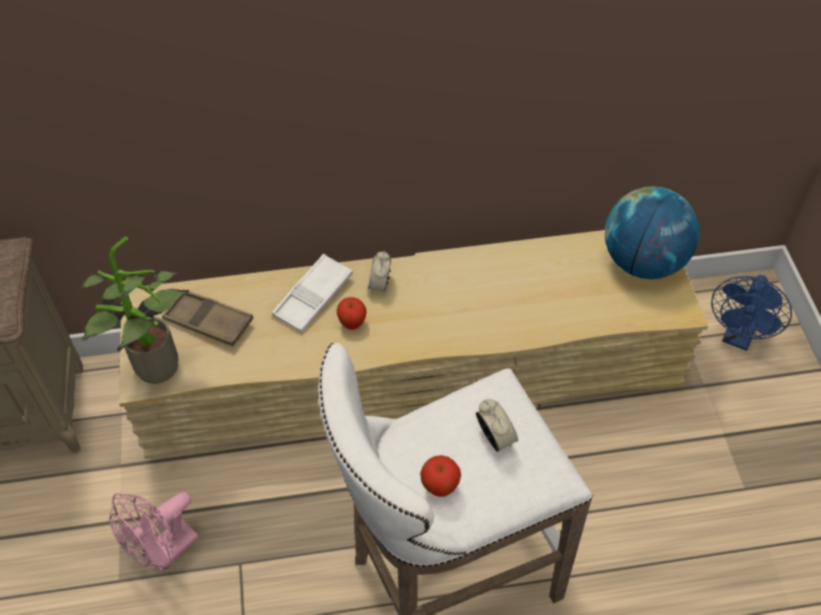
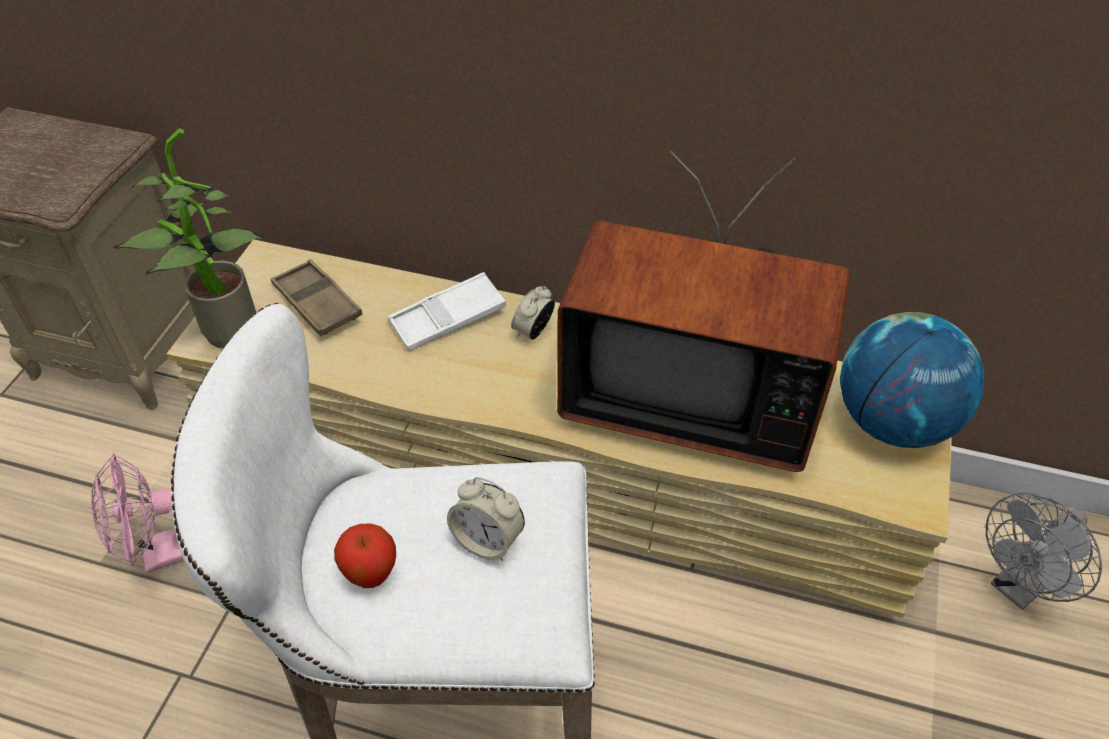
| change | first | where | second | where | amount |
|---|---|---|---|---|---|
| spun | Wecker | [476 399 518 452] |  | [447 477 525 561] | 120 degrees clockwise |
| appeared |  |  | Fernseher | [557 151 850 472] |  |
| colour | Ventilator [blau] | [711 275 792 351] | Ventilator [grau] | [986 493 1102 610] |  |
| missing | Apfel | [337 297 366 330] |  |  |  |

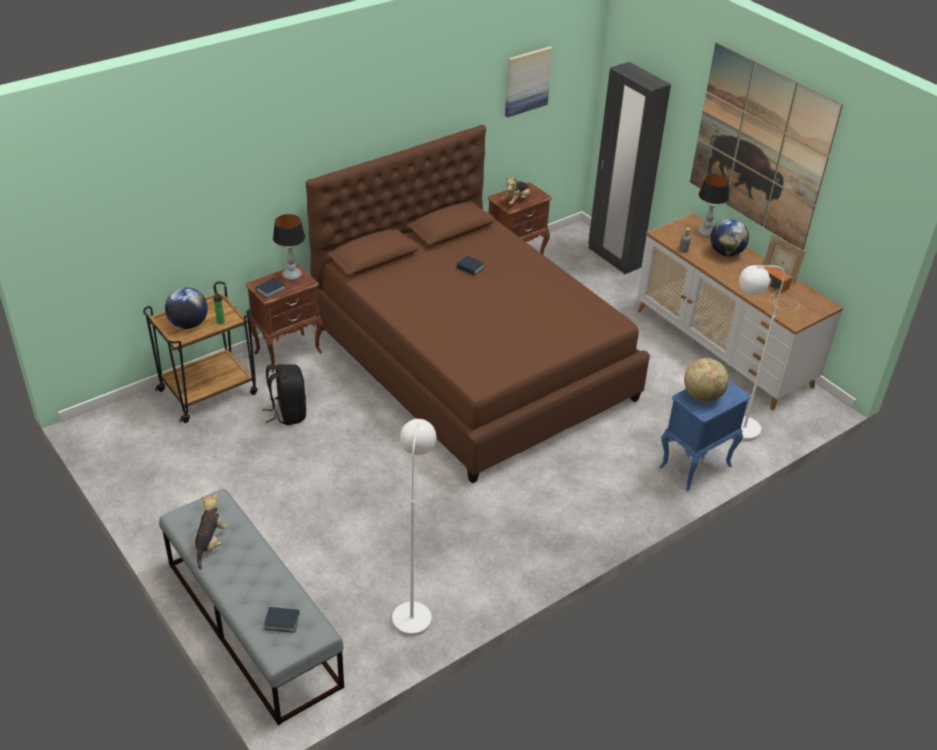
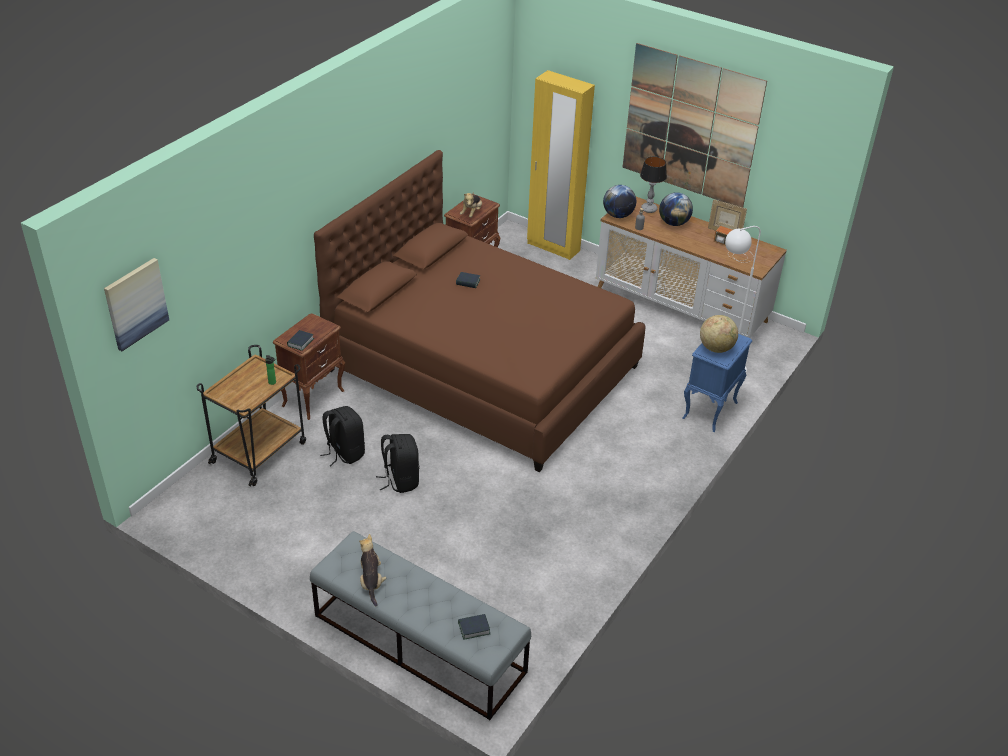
| change | first | where | second | where | amount |
|---|---|---|---|---|---|
| relocated | Bild | [505 46 553 117] |  | [104 258 169 351] |  |
| appeared |  |  | Rucksack [schwarz] | [376 434 419 493] |  |
| colour | Kleiderschrank [schwarz] | [588 62 671 274] | Kleiderschrank [gelb] | [527 70 595 260] |  |
| relocated | Globus | [165 287 208 329] |  | [603 185 636 218] |  |
| missing | Tischlampe | [273 214 305 281] |  |  |  |
| missing | Stehlampe [weiß] | [392 419 436 636] |  |  |  |

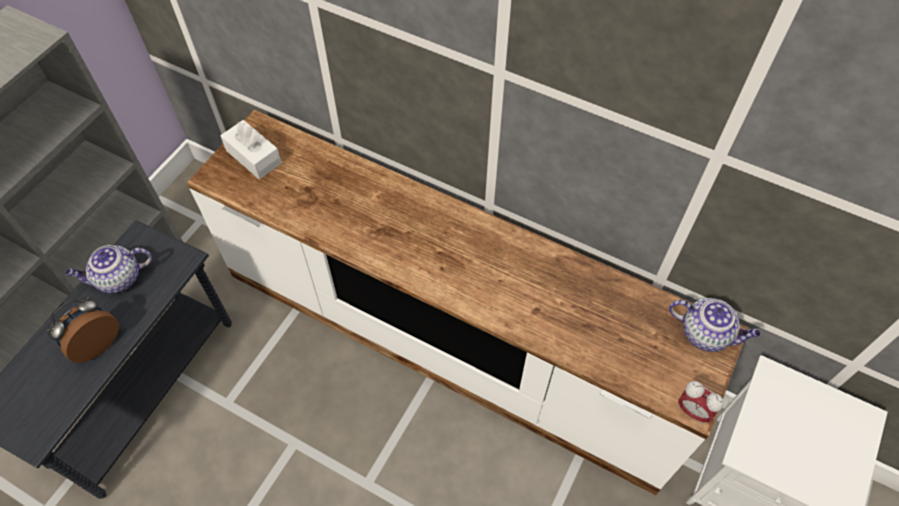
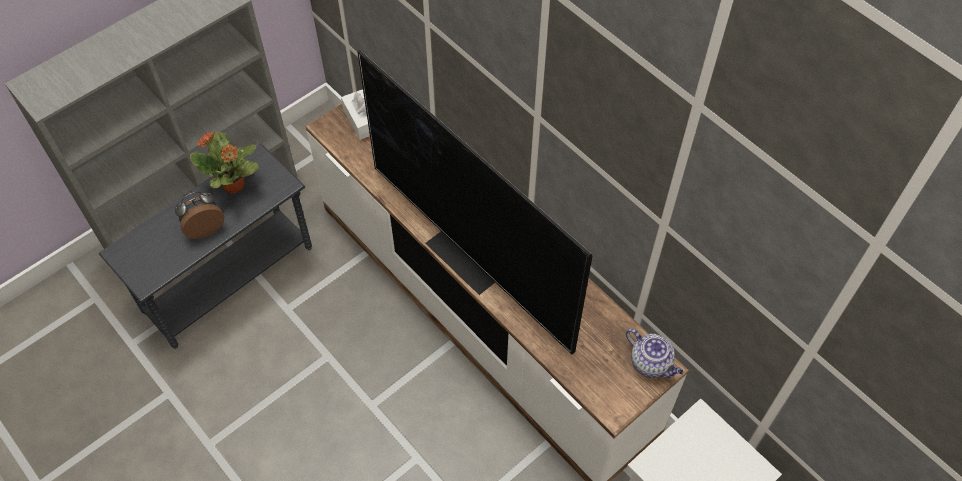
| change | first | where | second | where | amount |
|---|---|---|---|---|---|
| exchanged | Teekanne | [65 245 152 294] | Topfpflanze | [190 131 259 194] |  |
| appeared |  |  | Fernseher | [357 50 593 354] |  |
| missing | Wecker | [678 381 724 424] |  |  |  |

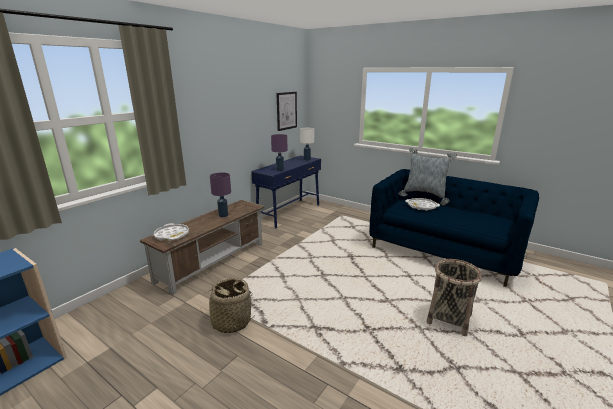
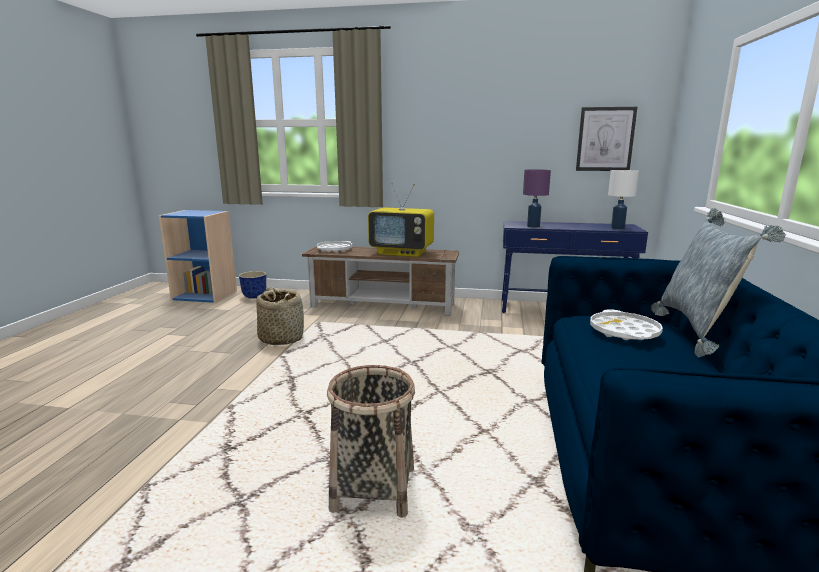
| change | first | where | second | where | amount |
|---|---|---|---|---|---|
| appeared |  |  | Pflanzkübel | [239 271 266 299] |  |
| exchanged | Tischlampe [lila] | [210 173 231 217] | Fernseher | [368 183 434 257] |  |

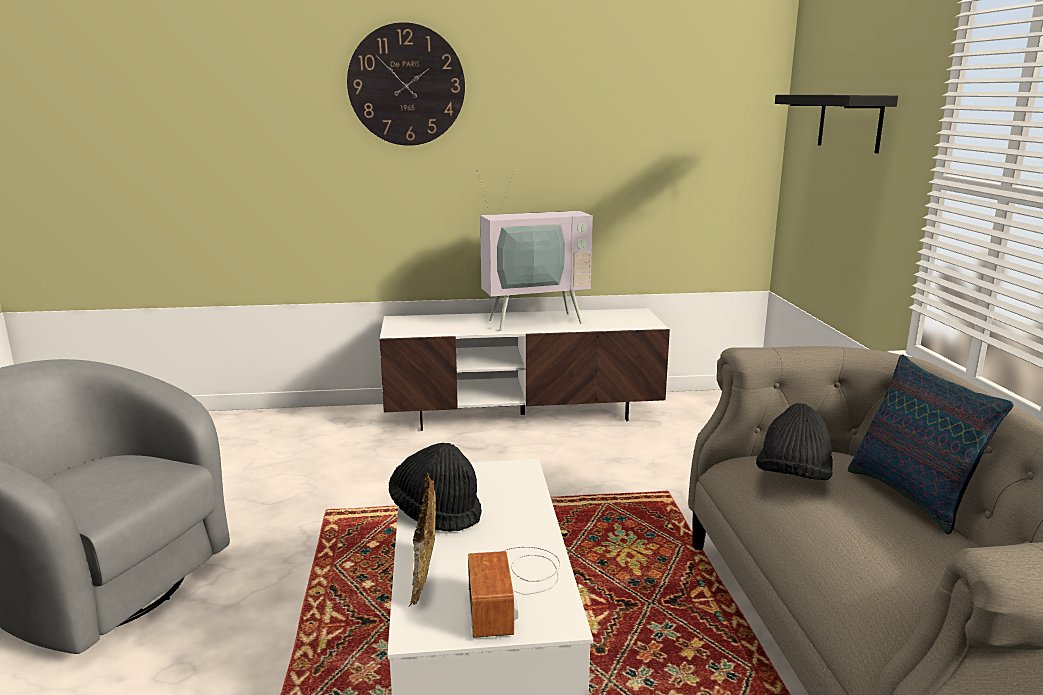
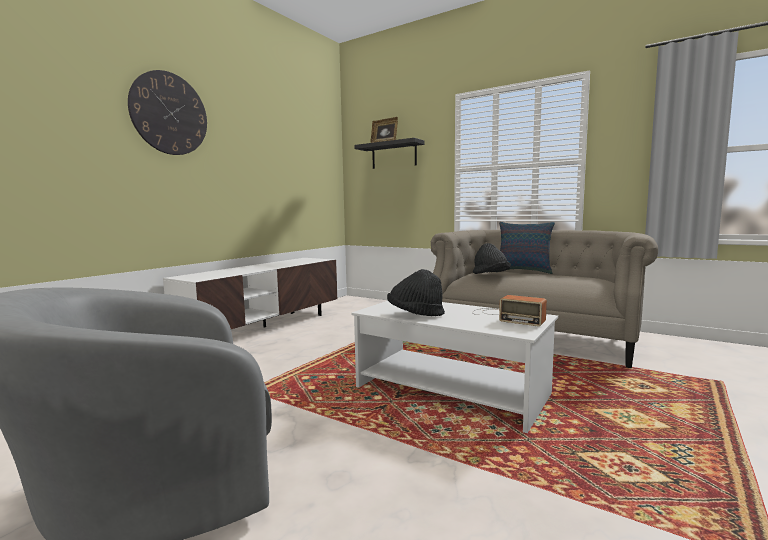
| change | first | where | second | where | amount |
|---|---|---|---|---|---|
| relocated | Bilderrahmen | [408 473 436 607] |  | [370 117 398 143] |  |
| missing | Fernseher | [476 169 593 331] |  |  |  |

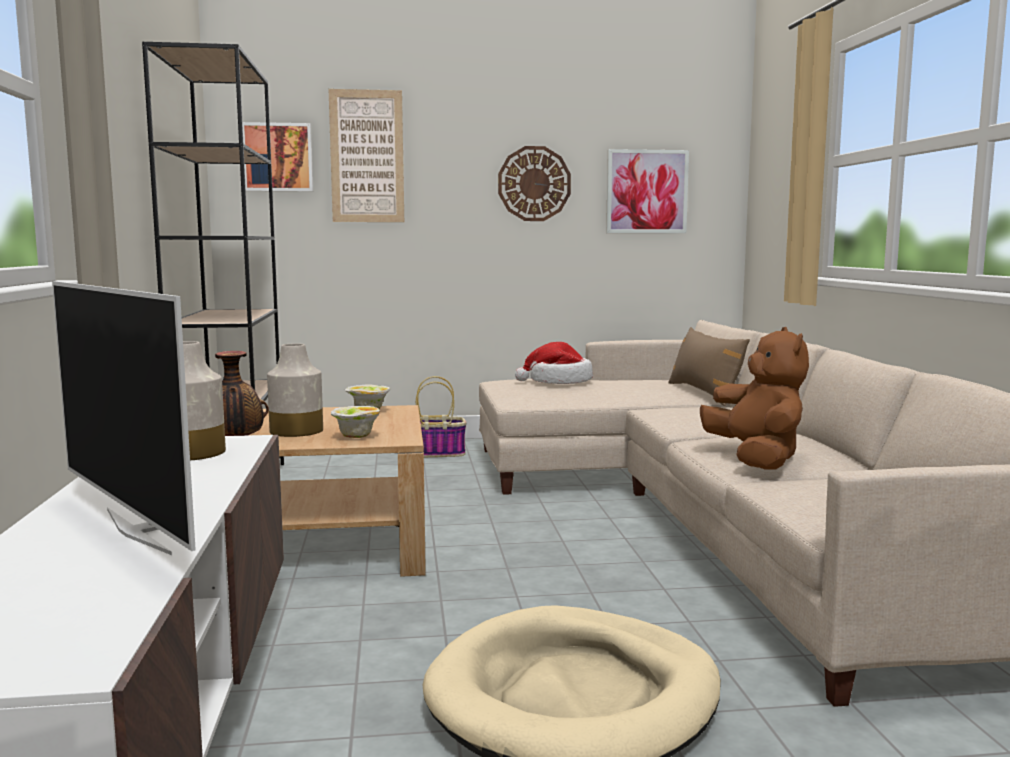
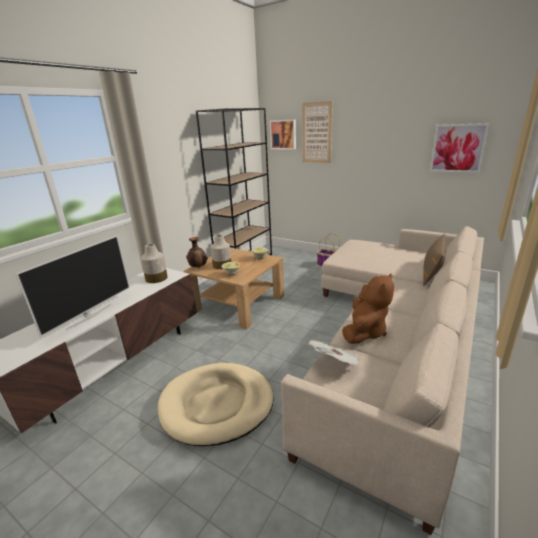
| change | first | where | second | where | amount |
|---|---|---|---|---|---|
| spun | Fernseher | [52 281 196 555] |  | [15 235 130 337] | 150 degrees counterclockwise |
| appeared |  |  | Zeitung | [309 340 361 366] |  |
| missing | Wanduhr | [498 146 571 221] |  |  |  |
| missing | Hut | [515 342 593 384] |  |  |  |

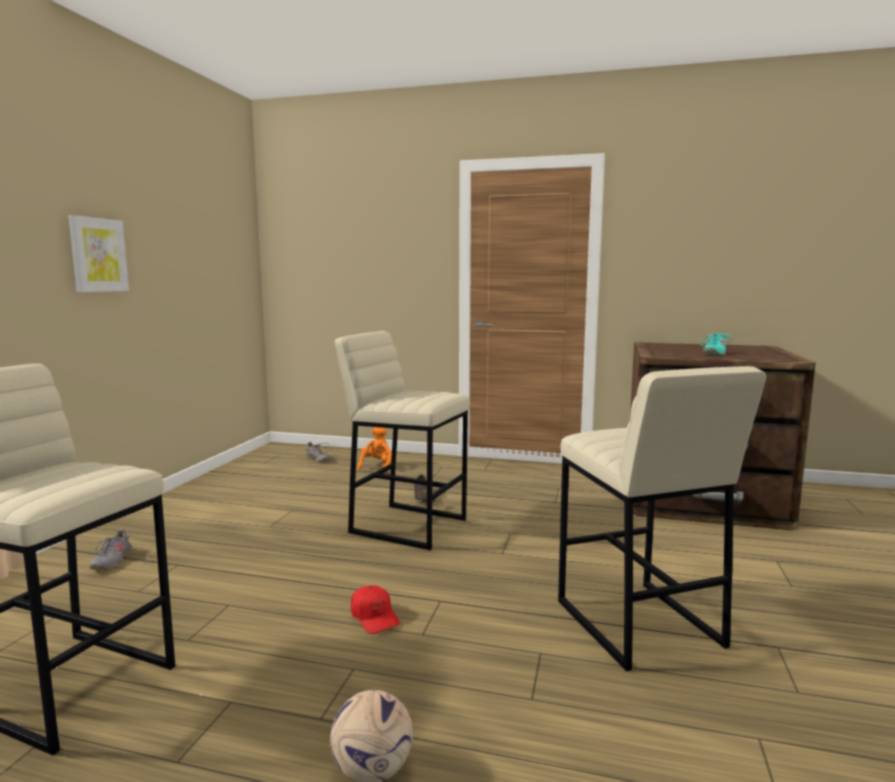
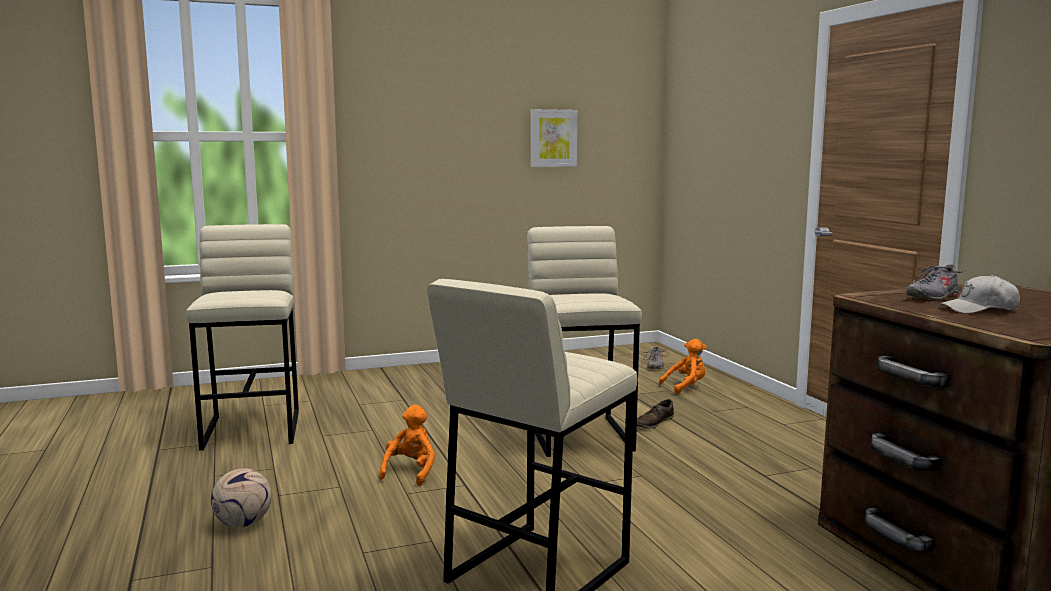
| change | first | where | second | where | amount |
|---|---|---|---|---|---|
| exchanged | Kappe [rot] | [351 586 400 634] | Plüschtier [orange] | [379 405 435 486] |  |
| relocated | Bild | [68 215 129 292] |  | [531 109 577 167] |  |
| relocated | Schuh [grau] | [89 529 133 570] |  | [906 264 966 300] |  |
| exchanged | Schuh [türkis] | [701 333 732 355] | Kappe [weiß] | [939 274 1020 314] |  |

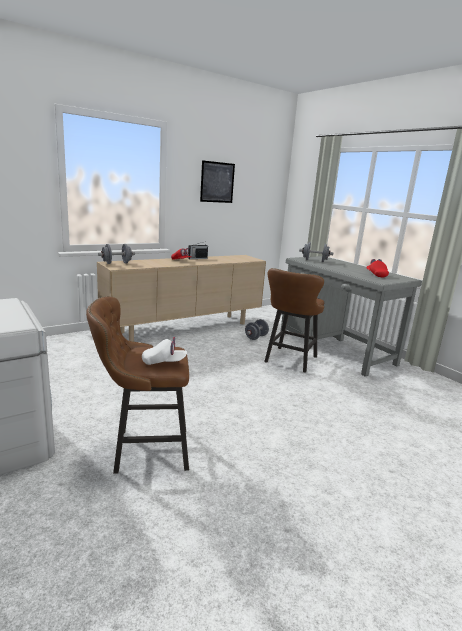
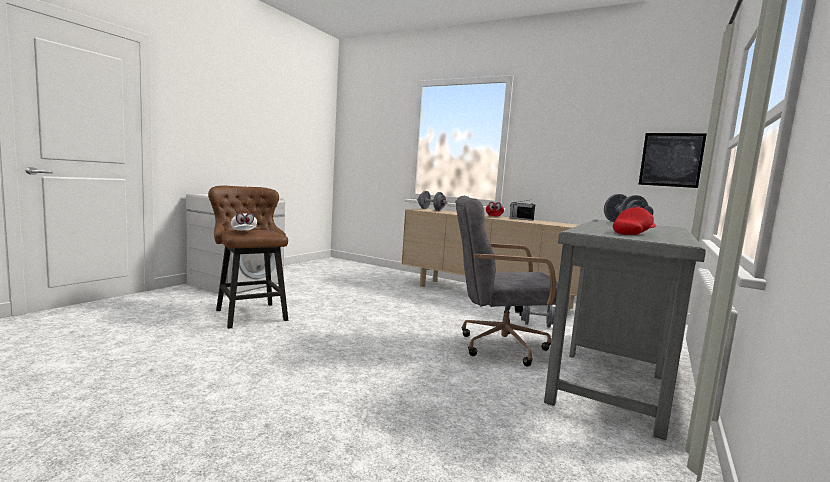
| change | first | where | second | where | amount |
|---|---|---|---|---|---|
| exchanged | Hocker [braun] | [264 268 324 373] | Bürostuhl [grau] | [455 196 558 367] |  |
| relocated | Bild | [200 160 235 203] |  | [639 133 707 188] |  |

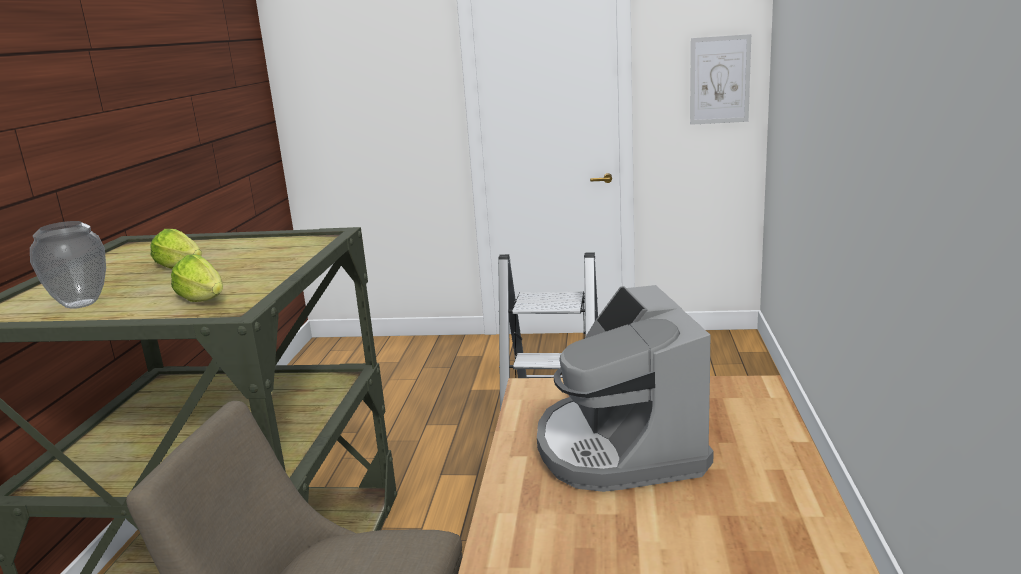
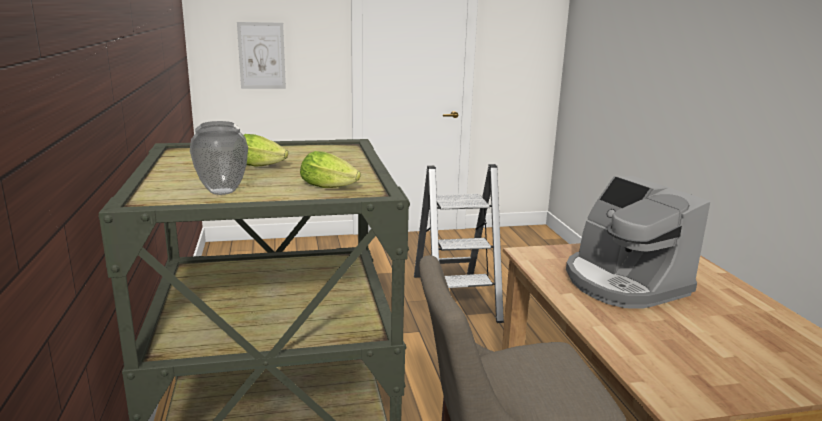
| change | first | where | second | where | amount |
|---|---|---|---|---|---|
| relocated | Bild | [690 34 751 125] |  | [237 22 286 89] |  |

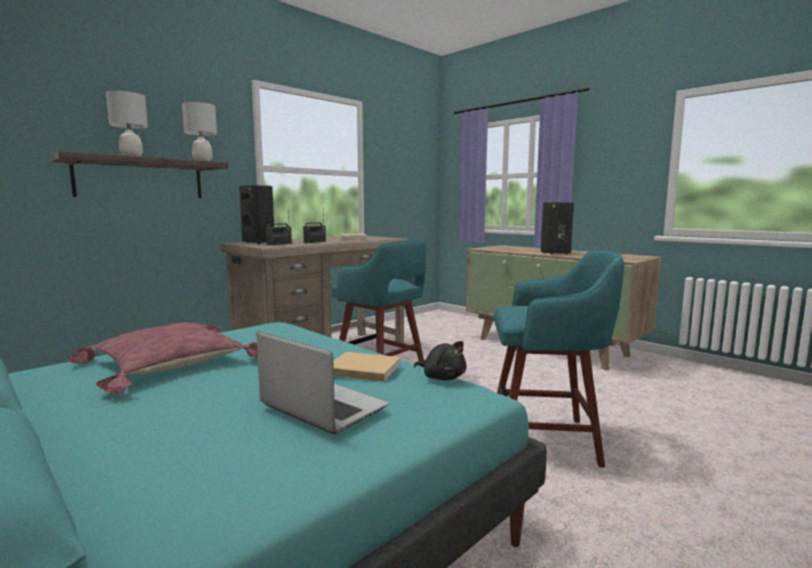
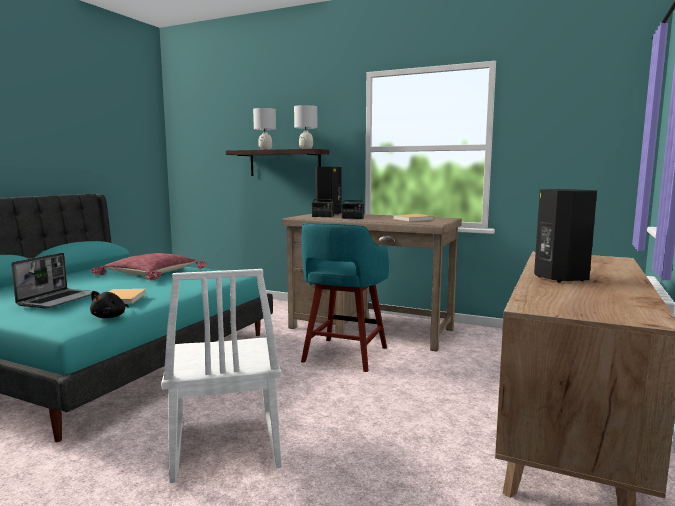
| change | first | where | second | where | amount |
|---|---|---|---|---|---|
| exchanged | Hocker [türkis] | [494 251 624 467] | Stuhl [weiß] | [161 269 282 483] |  |

